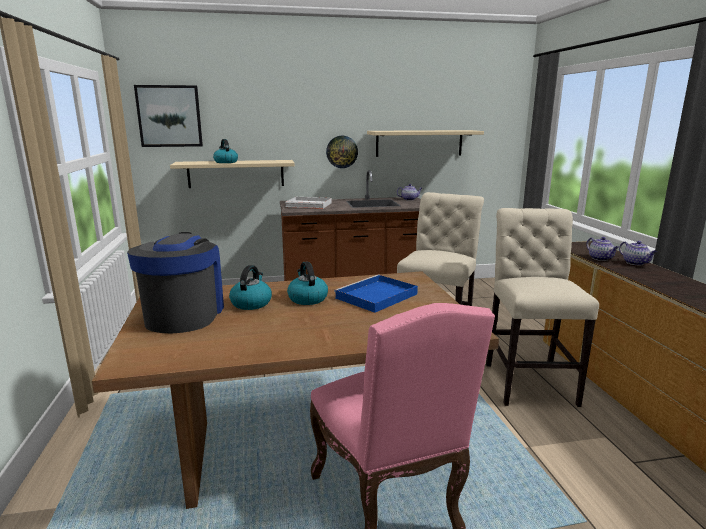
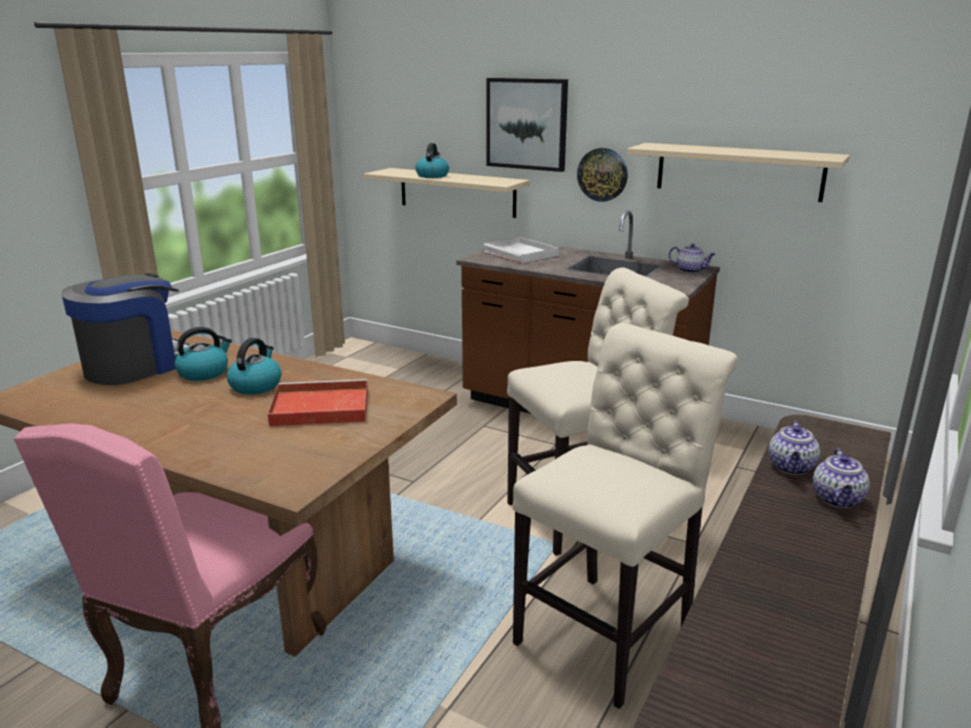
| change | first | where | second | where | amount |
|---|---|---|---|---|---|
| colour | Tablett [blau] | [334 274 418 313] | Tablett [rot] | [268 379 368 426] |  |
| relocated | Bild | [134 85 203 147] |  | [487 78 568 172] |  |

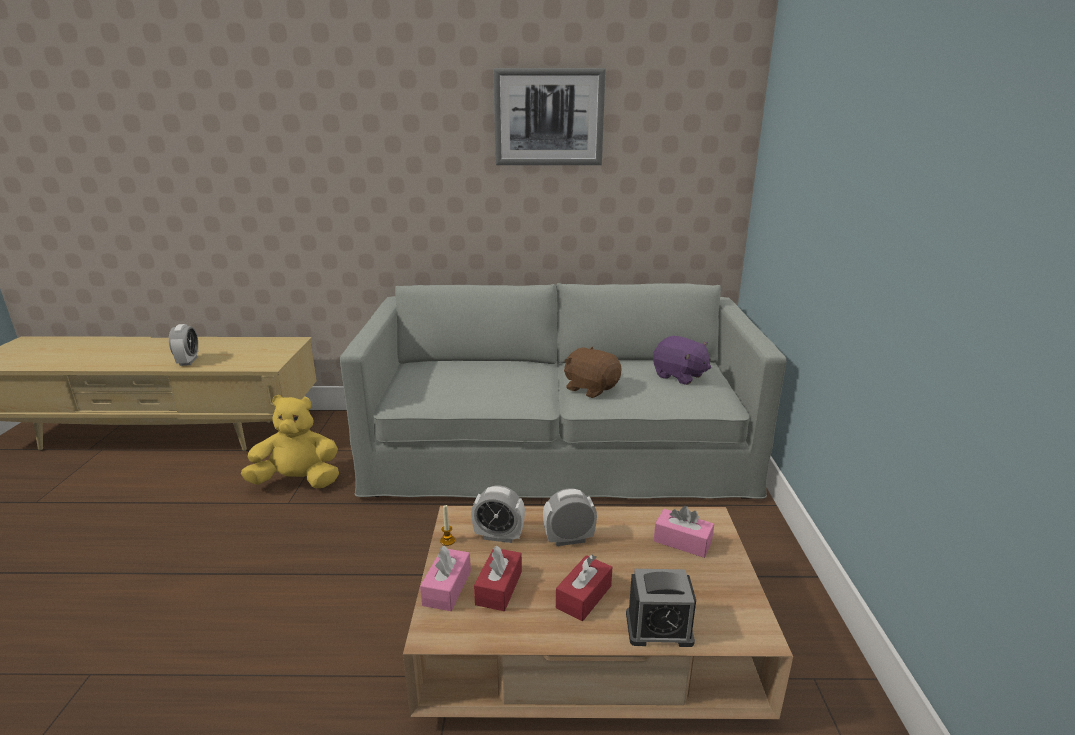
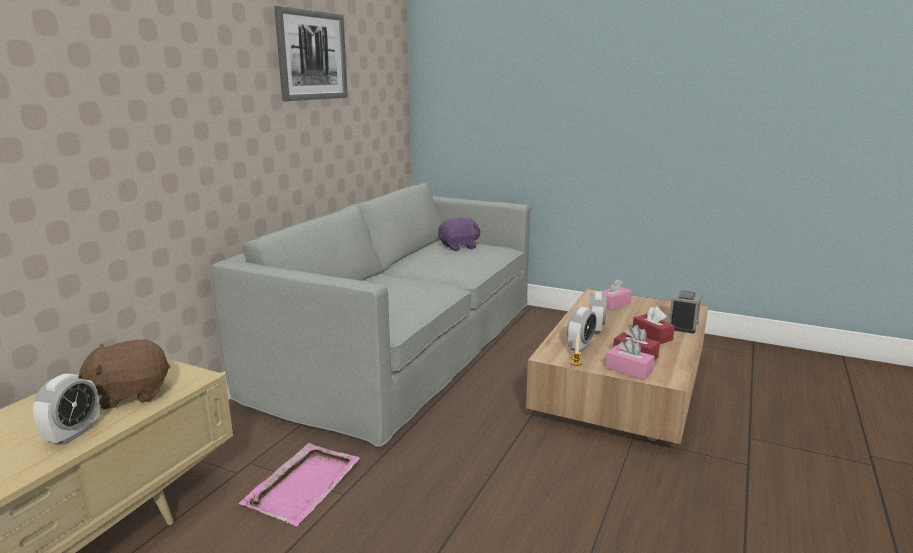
| change | first | where | second | where | amount |
|---|---|---|---|---|---|
| spun | Wecker | [169 324 199 366] |  | [33 373 100 445] | 90 degrees clockwise |
| relocated | Plüschtier [braun] | [564 347 622 398] |  | [78 339 170 409] |  |
| exchanged | Plüschtier [gelb] | [241 395 339 488] | Tablett [rosa] | [239 443 360 526] |  |

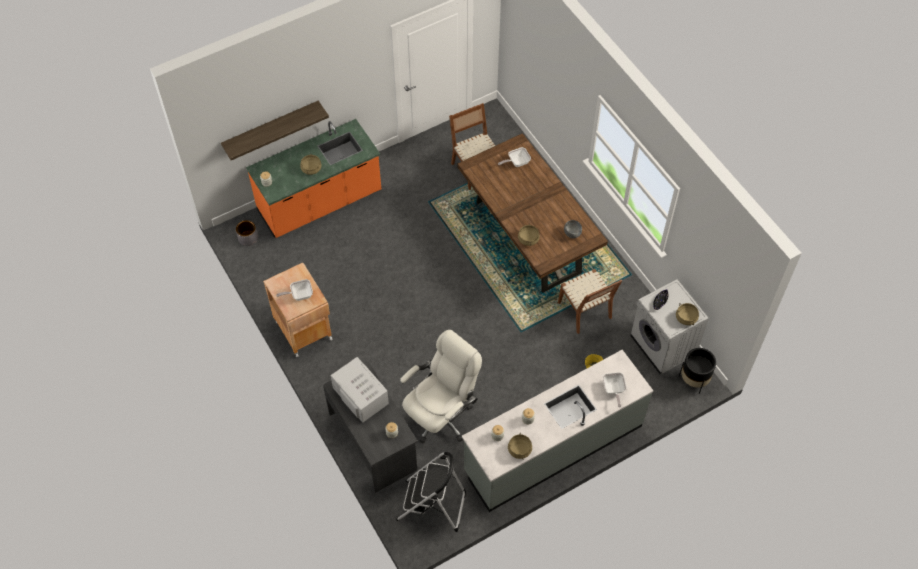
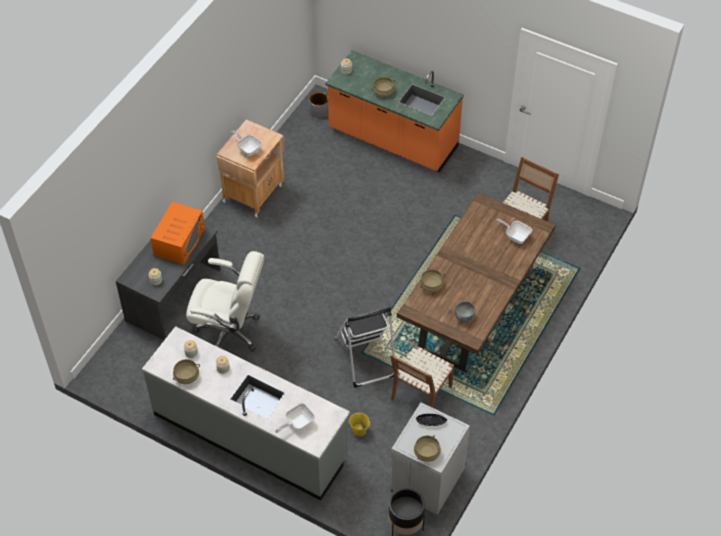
| change | first | where | second | where | amount |
|---|---|---|---|---|---|
| colour | Mikrowelle [weiß] | [331 357 389 423] | Mikrowelle [orange] | [151 202 205 265] |  |
| relocated | Trittleiter | [396 452 466 532] |  | [335 307 395 388] |  |
| missing | Wandregal | [221 101 329 160] |  |  |  |

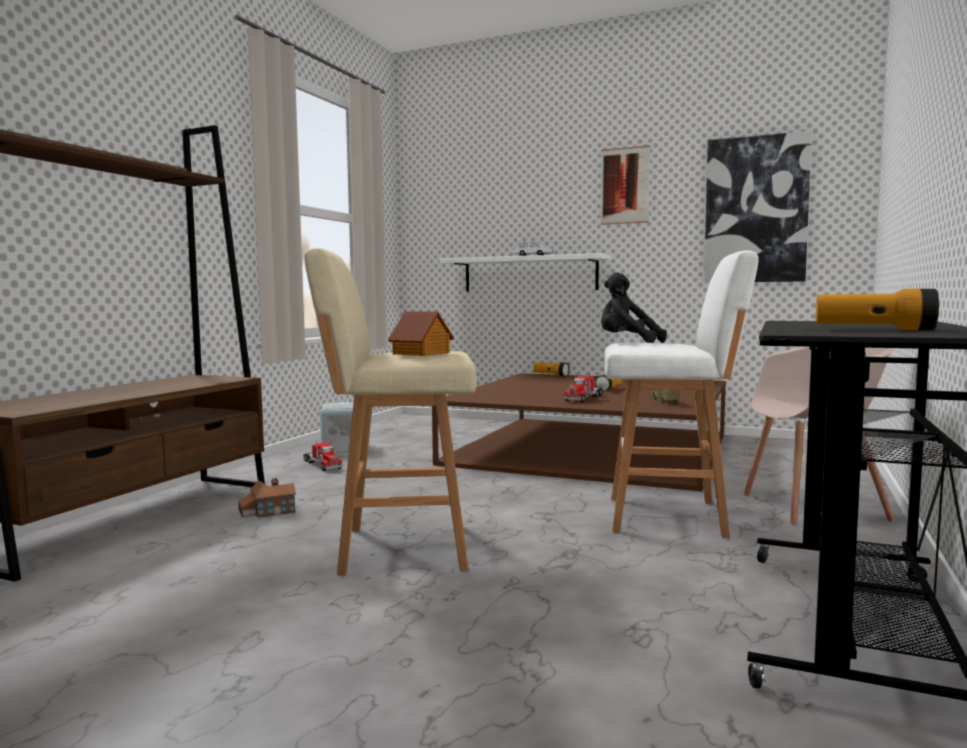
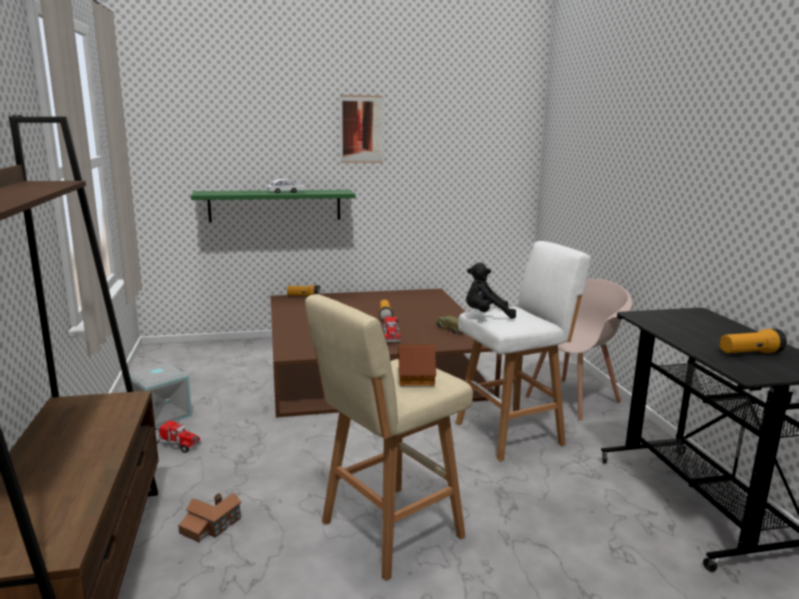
| change | first | where | second | where | amount |
|---|---|---|---|---|---|
| colour | Wandregal [weiß] | [440 253 611 292] | Wandregal [grün] | [191 190 356 222] |  |
| missing | Bild | [704 131 812 283] |  |  |  |

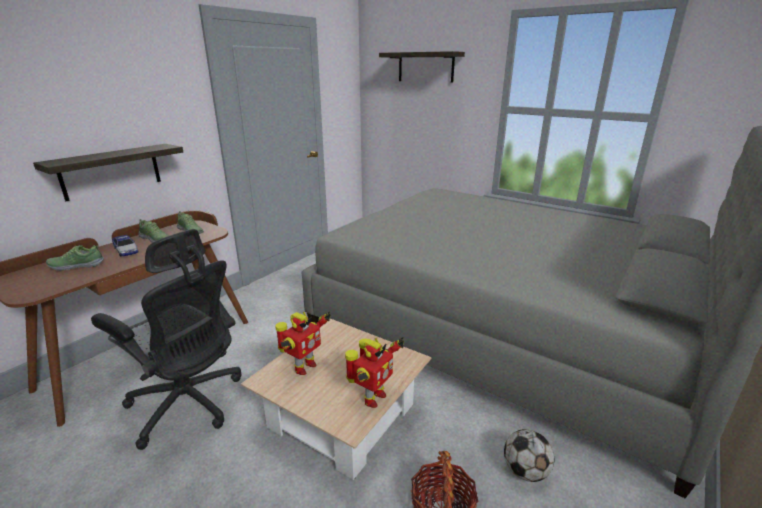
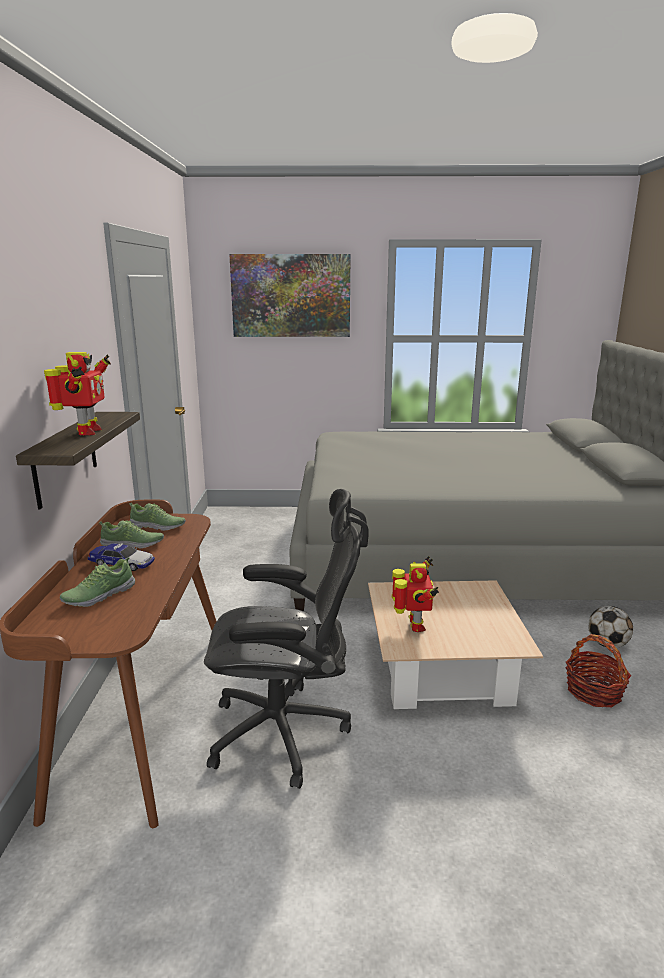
| change | first | where | second | where | amount |
|---|---|---|---|---|---|
| relocated | Spielzeugroboter | [345 337 404 408] |  | [44 352 111 436] |  |
| exchanged | Wandregal | [379 51 465 83] | Bild | [229 254 351 337] |  |

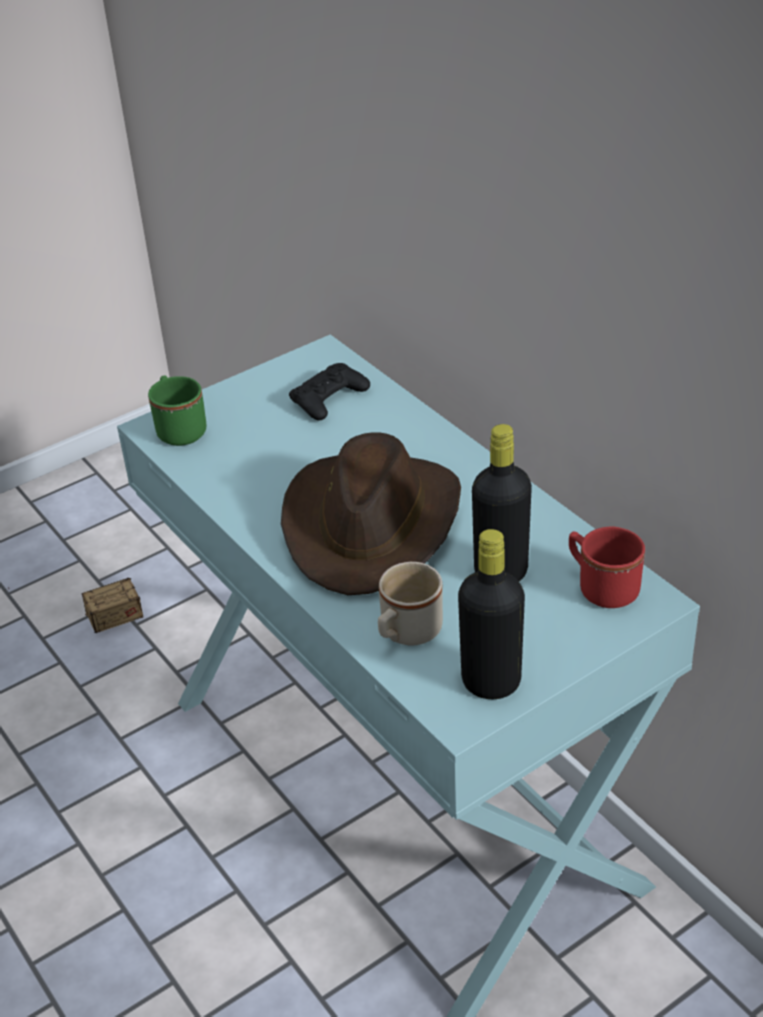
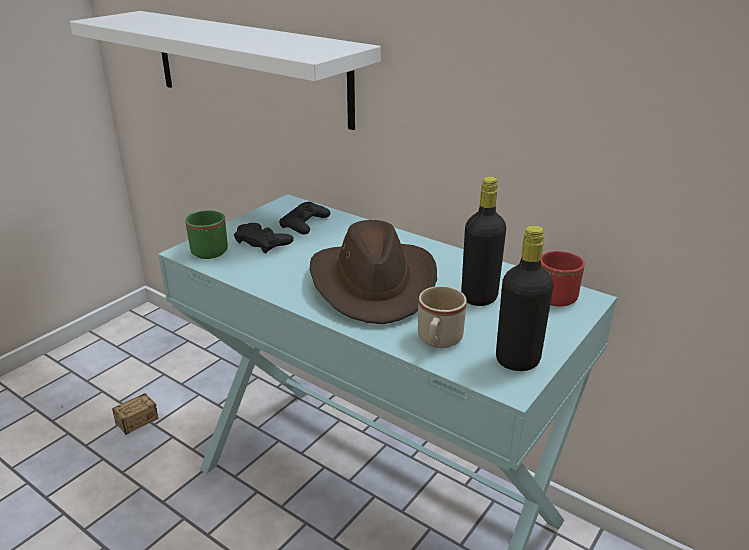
| change | first | where | second | where | amount |
|---|---|---|---|---|---|
| appeared |  |  | Wandregal [weiß] | [70 11 381 130] |  |
| appeared |  |  | Gamepad [schwarz] | [234 223 294 253] |  |

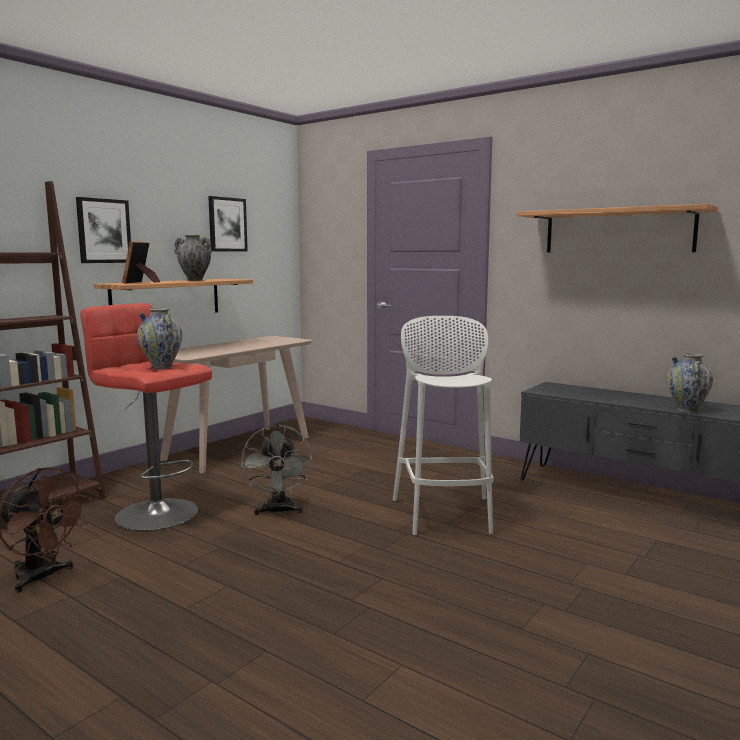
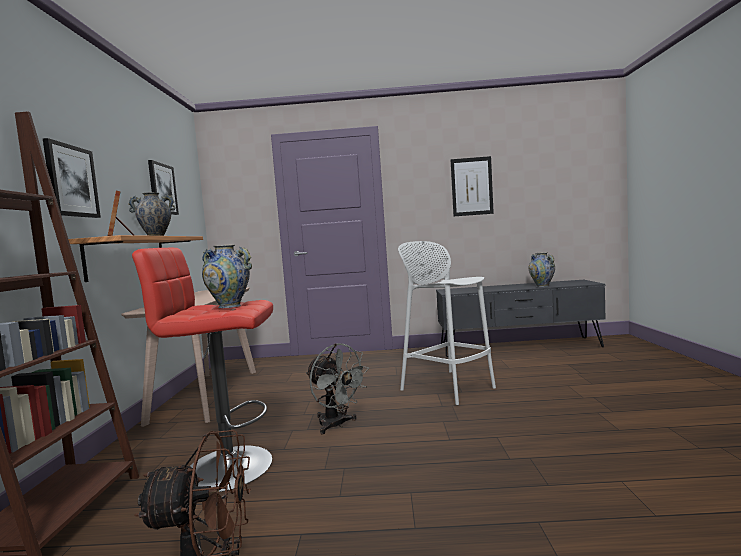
| change | first | where | second | where | amount |
|---|---|---|---|---|---|
| exchanged | Wandregal | [516 204 718 252] | Bild | [451 156 494 216] |  |

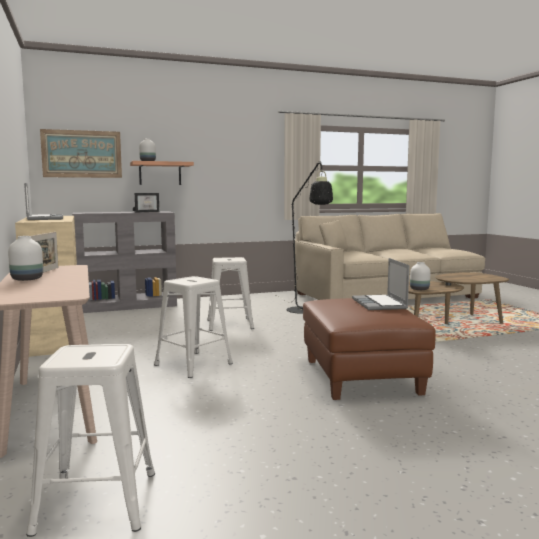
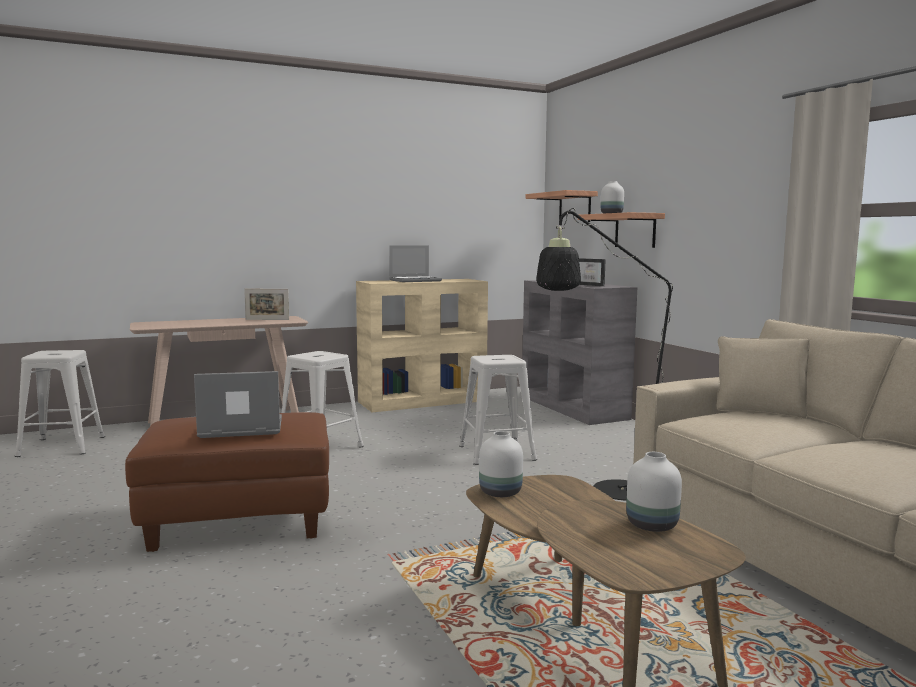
| change | first | where | second | where | amount |
|---|---|---|---|---|---|
| exchanged | Bild | [40 129 122 178] | Wandregal | [526 190 598 222] |  |
| relocated | Vase [weiß] | [8 236 43 281] |  | [626 452 682 532] |  |

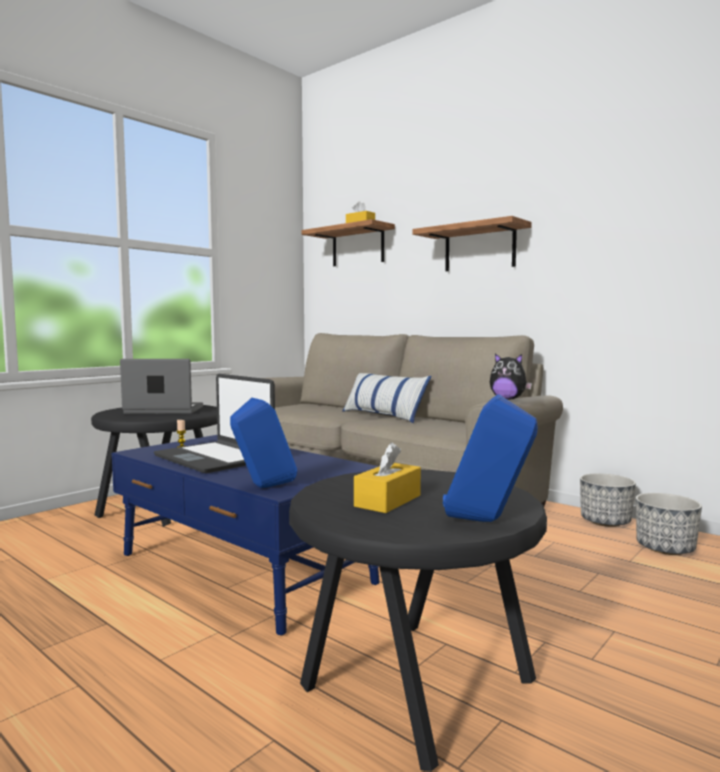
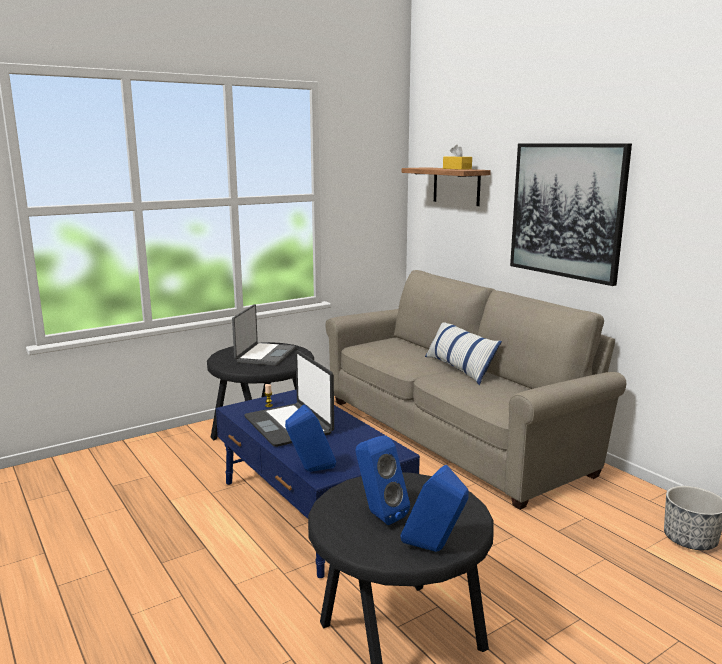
| change | first | where | second | where | amount |
|---|---|---|---|---|---|
| spun | Laptop | [120 359 203 414] |  | [232 304 295 366] | 90 degrees clockwise |
| exchanged | Taschentuchbox [gelb] | [354 442 421 513] | Lautsprecher [blau] | [355 435 410 525] |  |
| exchanged | Wandregal | [412 216 532 271] | Bild | [510 143 632 286] |  |
| missing | Plüschtier | [490 354 532 400] |  |  |  |
| missing | Pflanzkübel | [580 473 636 527] |  |  |  |

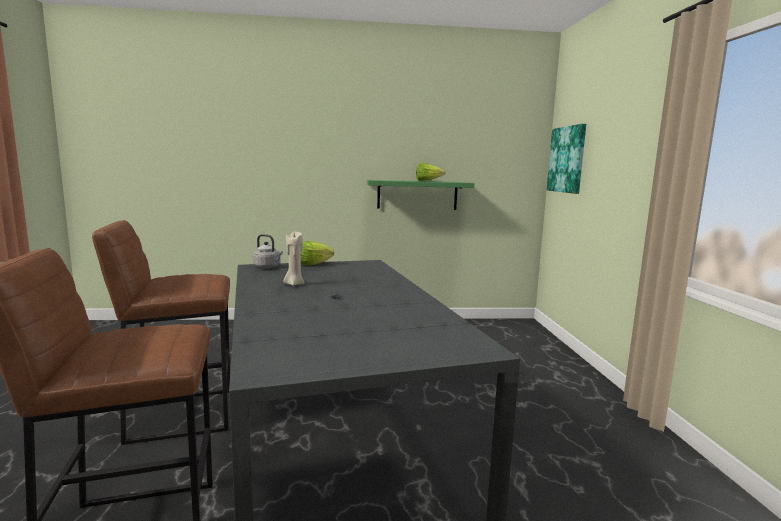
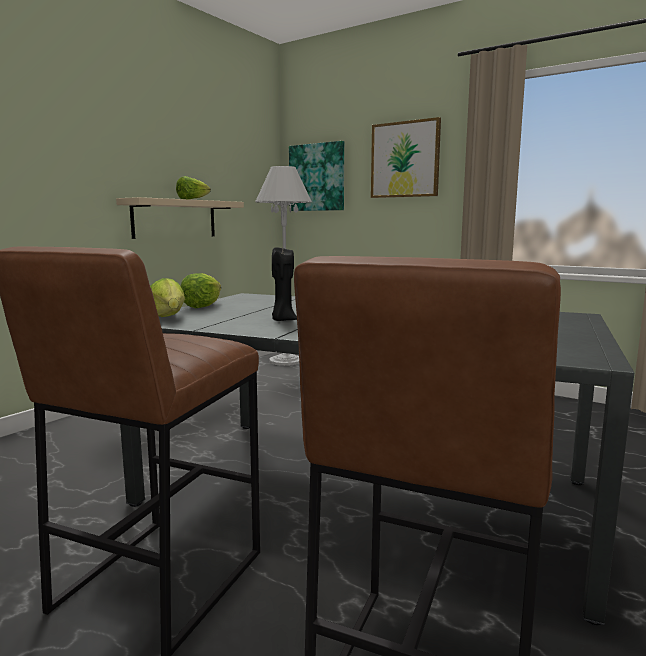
| change | first | where | second | where | amount |
|---|---|---|---|---|---|
| colour | Wandregal [grün] | [367 180 475 210] | Wandregal [beige] | [116 197 244 239] |  |
| exchanged | Wasserkessel [grau] | [253 234 283 268] | Salatkopf | [150 278 185 317] |  |
| appeared |  |  | Stehlampe [weiß] | [255 166 312 366] |  |
| colour | Kerze [beige] | [284 232 304 286] | Kerze [schwarz] | [272 247 297 321] |  |
| appeared |  |  | Bild | [371 117 441 198] |  |

